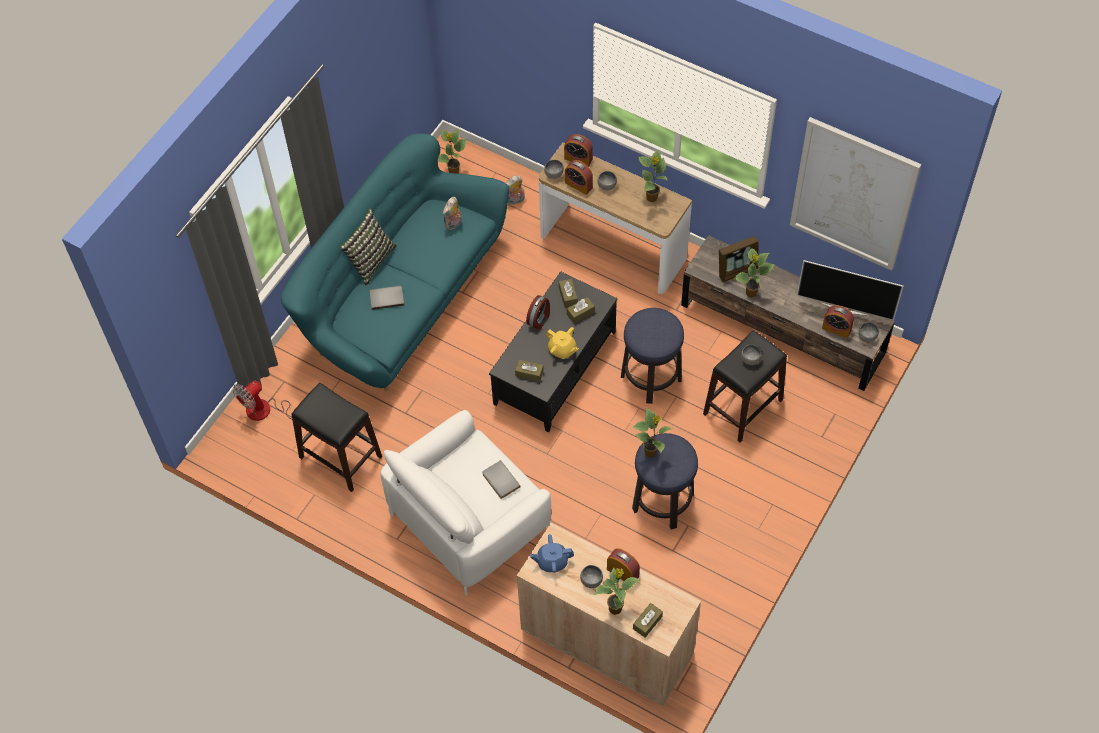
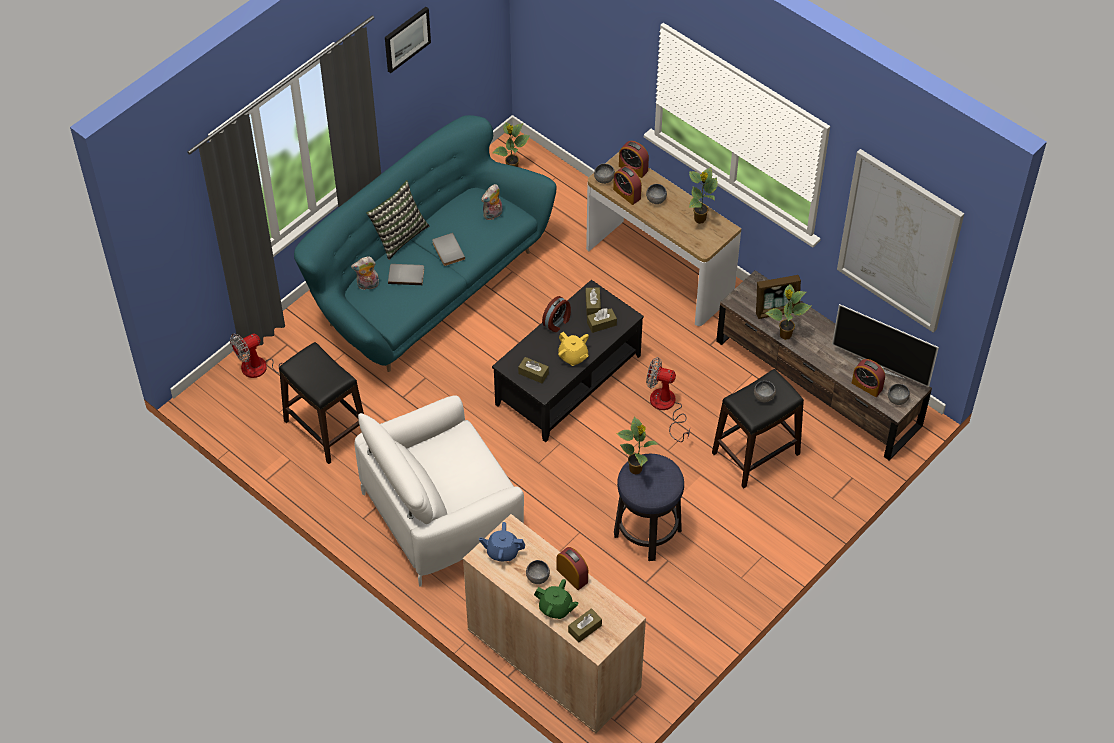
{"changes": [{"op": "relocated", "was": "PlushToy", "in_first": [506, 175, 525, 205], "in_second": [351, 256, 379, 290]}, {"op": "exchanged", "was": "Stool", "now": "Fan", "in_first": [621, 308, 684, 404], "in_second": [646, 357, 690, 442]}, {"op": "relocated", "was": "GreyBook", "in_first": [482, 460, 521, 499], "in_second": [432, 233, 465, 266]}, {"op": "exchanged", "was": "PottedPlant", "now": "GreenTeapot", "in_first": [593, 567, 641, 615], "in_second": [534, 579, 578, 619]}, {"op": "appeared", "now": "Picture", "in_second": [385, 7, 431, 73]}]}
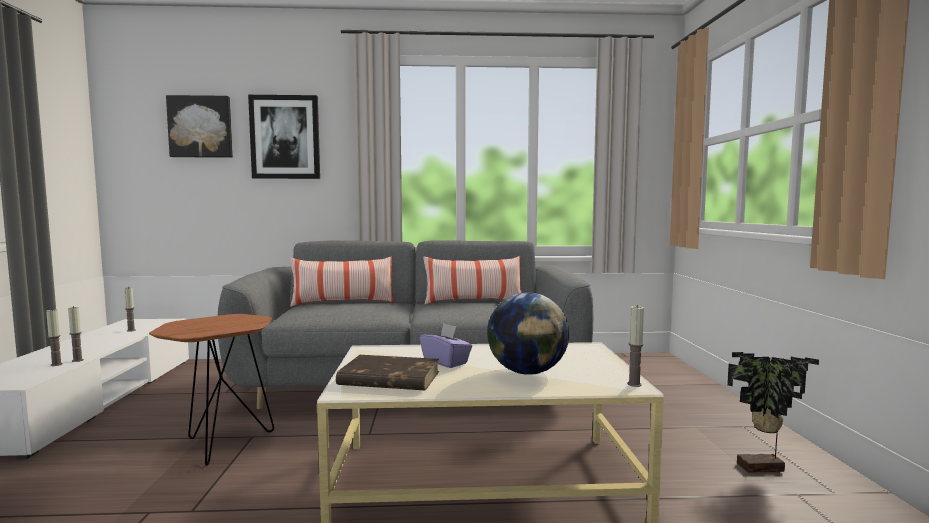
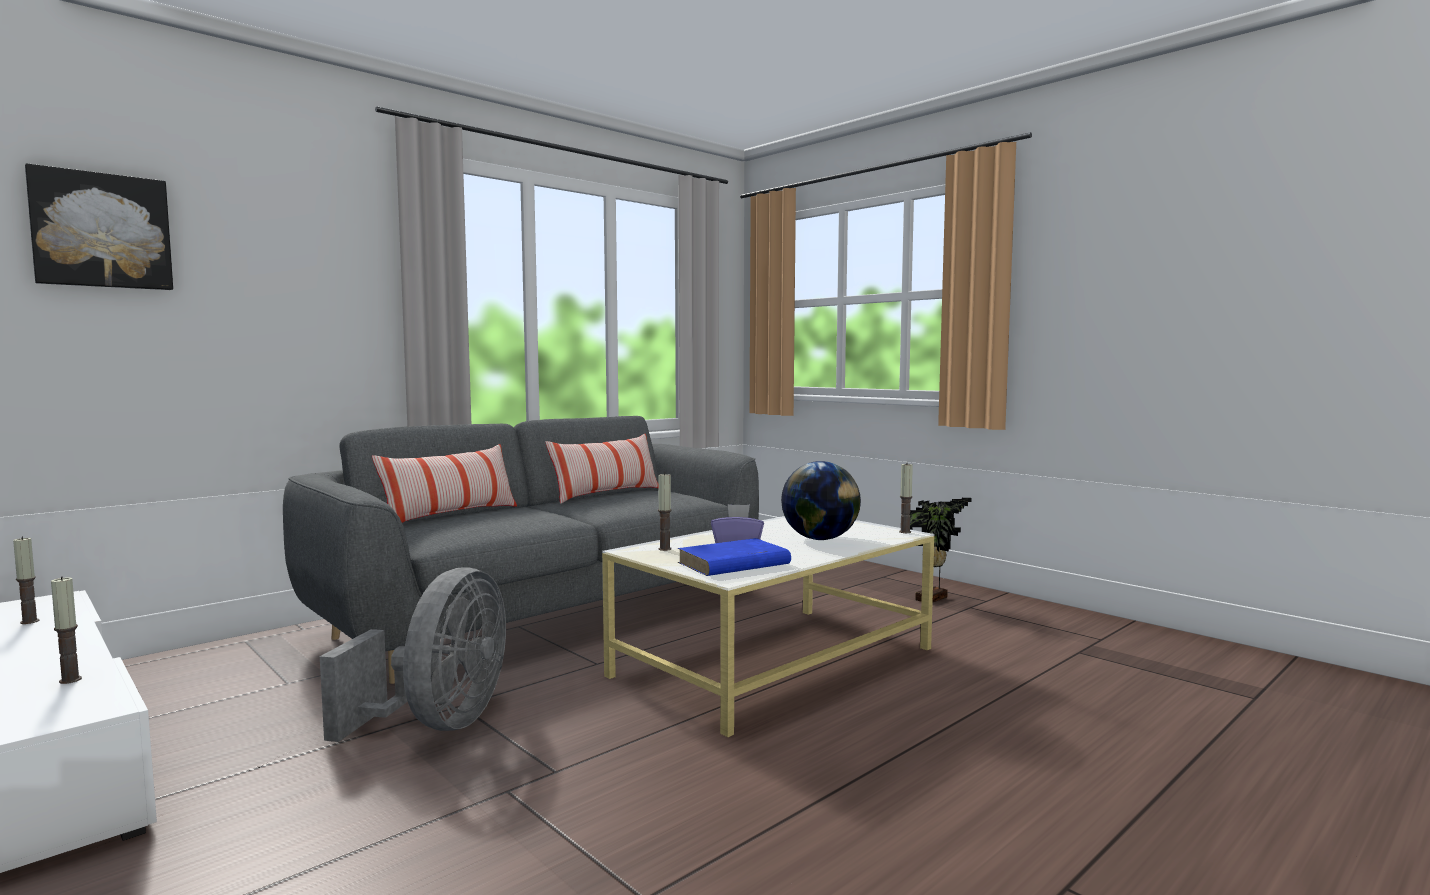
{"changes": [{"op": "missing", "was": "Picture", "in_first": [248, 95, 320, 179]}, {"op": "relocated", "was": "Candle", "in_first": [68, 306, 84, 362], "in_second": [658, 473, 672, 551]}, {"op": "exchanged", "was": "BrownSideTable", "now": "GreyFan", "in_first": [149, 314, 274, 466], "in_second": [320, 567, 506, 742]}, {"op": "colour", "was": "BrownBook", "now": "BlueBook", "in_first": [336, 355, 439, 390], "in_second": [678, 538, 791, 576]}]}
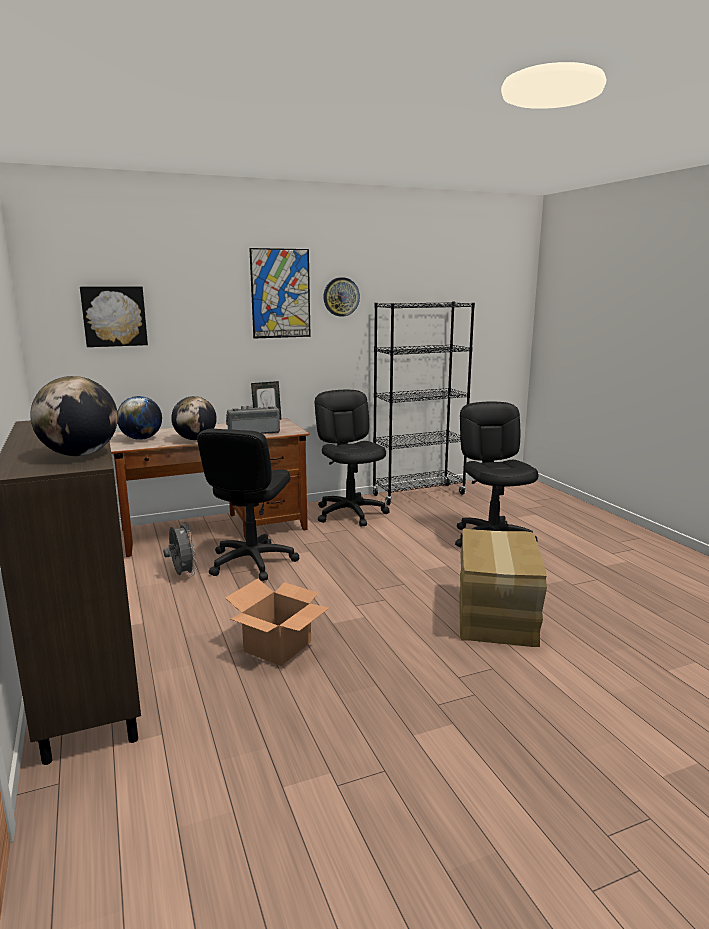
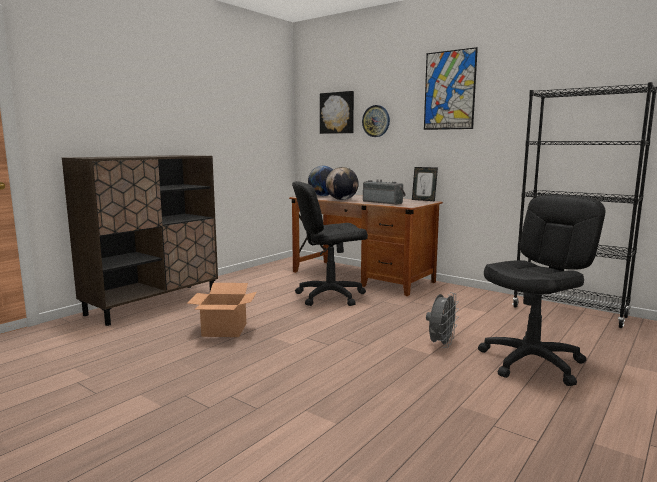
{"changes": [{"op": "relocated", "was": "WallClock", "in_first": [323, 277, 360, 317], "in_second": [362, 105, 390, 137]}, {"op": "missing", "was": "Globe", "in_first": [30, 376, 118, 456]}, {"op": "missing", "was": "BlackOfficeChair", "in_first": [315, 390, 390, 527]}, {"op": "relocated", "was": "GreyFan", "in_first": [163, 522, 197, 576], "in_second": [426, 292, 459, 348]}, {"op": "missing", "was": "CardboardBox", "in_first": [459, 529, 547, 647]}]}
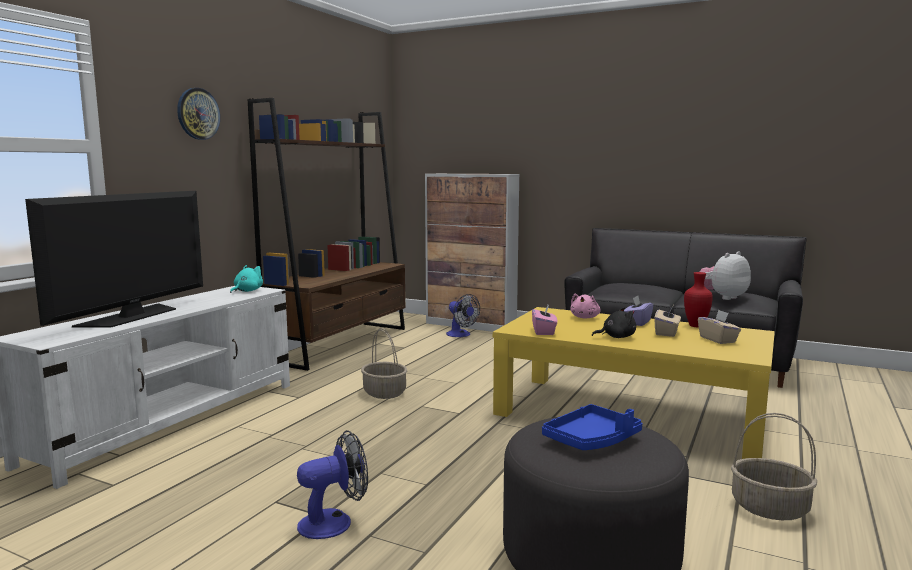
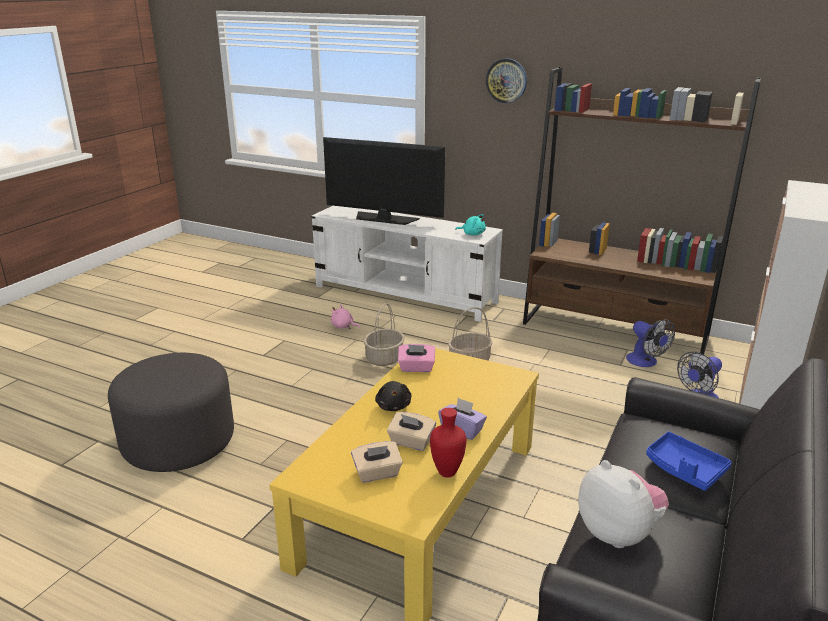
{"changes": [{"op": "relocated", "was": "PinkPlushToy", "in_first": [570, 293, 601, 318], "in_second": [331, 304, 360, 329]}, {"op": "relocated", "was": "BlueTray", "in_first": [542, 404, 643, 450], "in_second": [646, 431, 731, 491]}, {"op": "relocated", "was": "Basket", "in_first": [731, 413, 817, 520], "in_second": [364, 303, 405, 366]}, {"op": "relocated", "was": "Fan", "in_first": [297, 430, 368, 539], "in_second": [626, 319, 675, 367]}]}
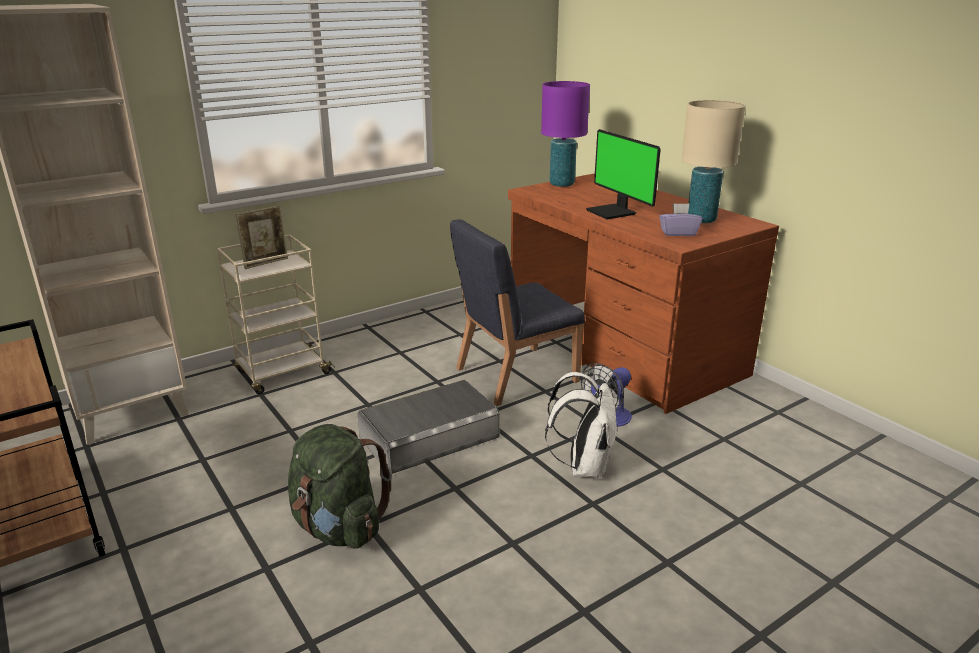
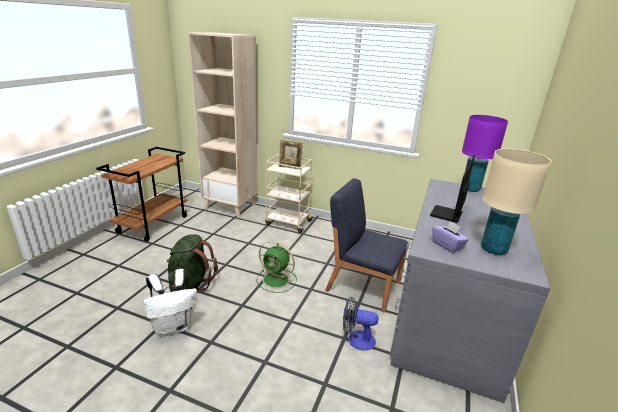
{"changes": [{"op": "colour", "was": "BrownDesk", "now": "GreyDesk", "in_first": [508, 173, 779, 414], "in_second": [390, 179, 550, 403]}, {"op": "relocated", "was": "WhiteBackpack", "in_first": [545, 372, 618, 479], "in_second": [143, 269, 197, 336]}, {"op": "exchanged", "was": "GreyStorageBox", "now": "GreenFan", "in_first": [358, 380, 500, 474], "in_second": [256, 241, 297, 293]}]}
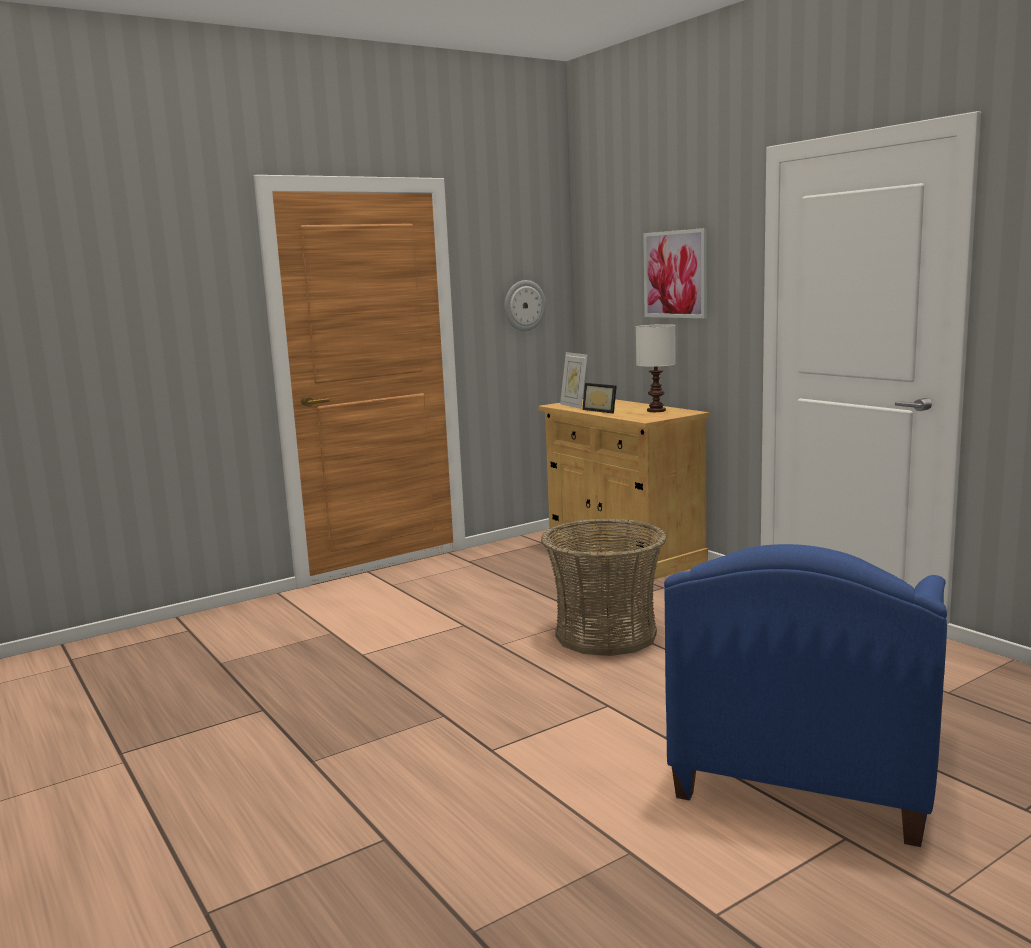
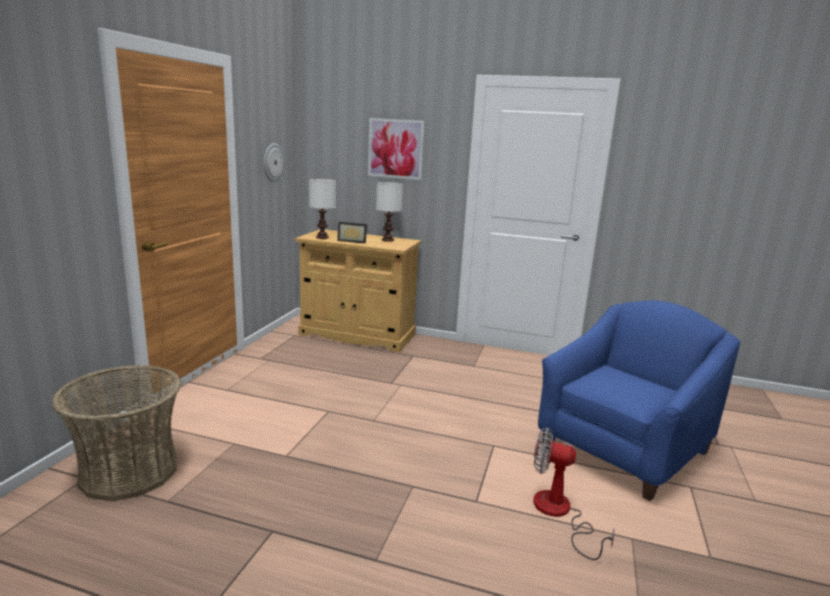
{"changes": [{"op": "exchanged", "was": "PictureFrame", "now": "WhiteTableLamp", "in_first": [560, 352, 588, 409], "in_second": [309, 179, 336, 239]}, {"op": "relocated", "was": "Basket", "in_first": [541, 518, 667, 656], "in_second": [52, 365, 181, 501]}, {"op": "spun", "was": "BlueArmchair", "in_first": [664, 544, 947, 847], "in_second": [538, 300, 741, 501], "clockwise": -120}, {"op": "appeared", "now": "Fan", "in_second": [533, 427, 614, 560]}]}
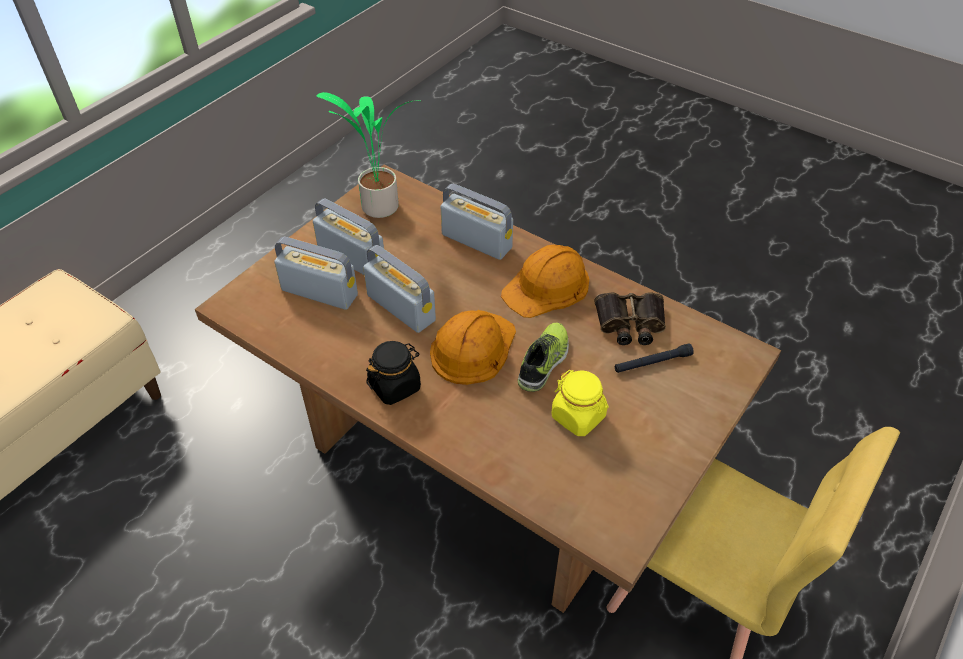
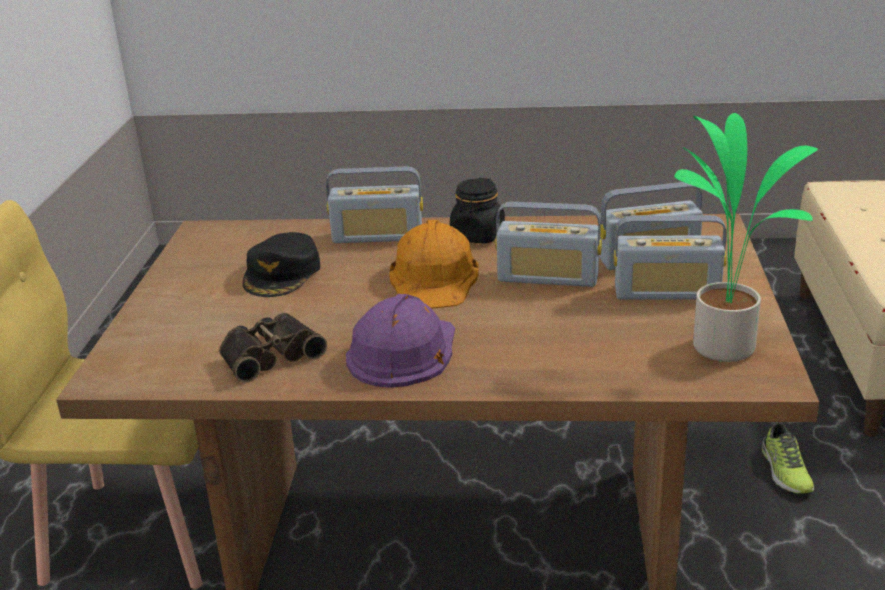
{"changes": [{"op": "relocated", "was": "Radio", "in_first": [441, 184, 513, 260], "in_second": [326, 166, 423, 243]}, {"op": "colour", "was": "OrangeHardHat", "now": "PurpleHardHat", "in_first": [501, 245, 589, 318], "in_second": [346, 294, 455, 388]}, {"op": "relocated", "was": "Shoe", "in_first": [518, 323, 569, 392], "in_second": [762, 422, 814, 494]}, {"op": "missing", "was": "BlackFlashlight", "in_first": [615, 343, 694, 373]}, {"op": "exchanged", "was": "YellowJar", "now": "BlackCap", "in_first": [552, 370, 609, 436], "in_second": [243, 232, 320, 297]}]}
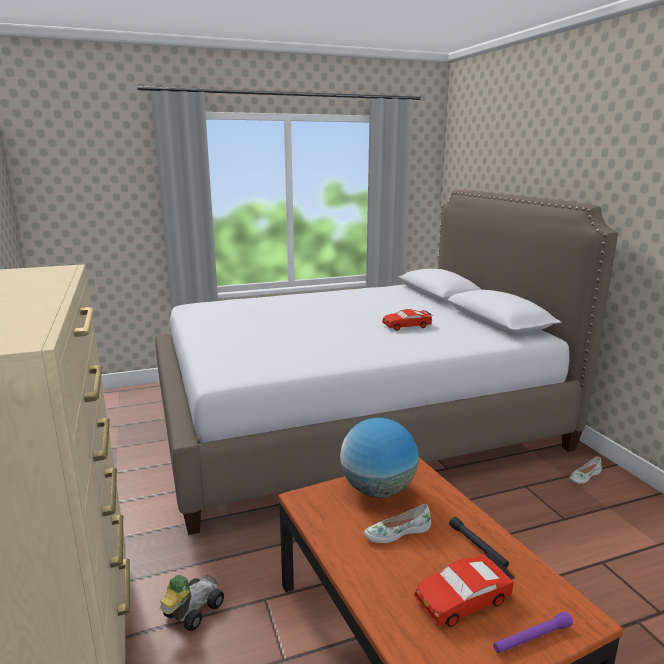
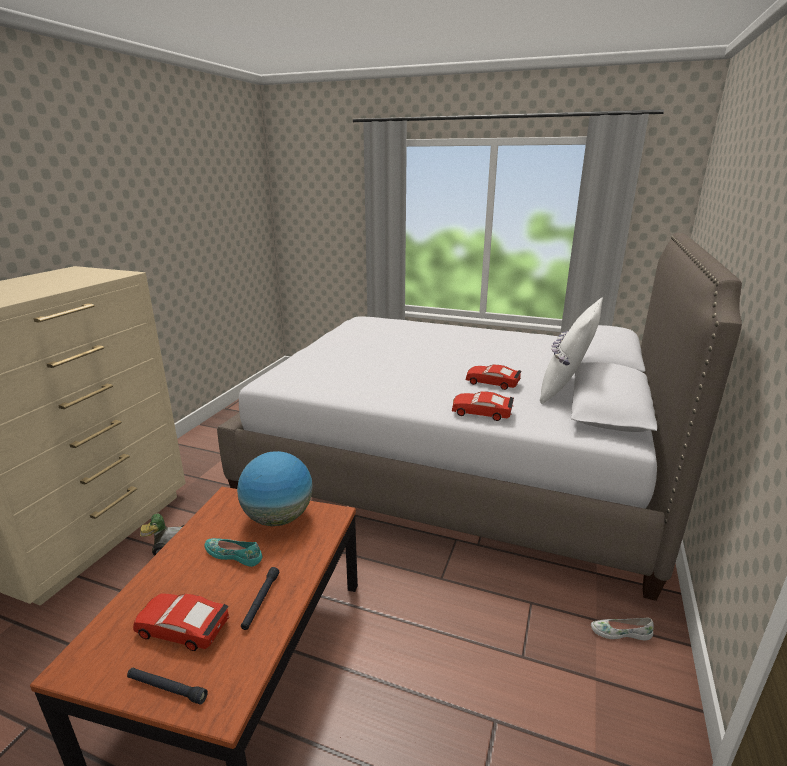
{"changes": [{"op": "colour", "was": "WhiteShoe", "now": "TurquoiseShoe", "in_first": [364, 504, 431, 543], "in_second": [205, 538, 262, 567]}, {"op": "colour", "was": "PurpleFlashlight", "now": "BlackFlashlight", "in_first": [493, 612, 573, 653], "in_second": [127, 668, 208, 704]}, {"op": "appeared", "now": "WhitePillow", "in_second": [540, 297, 603, 404]}, {"op": "appeared", "now": "RedToyCar", "in_second": [452, 391, 514, 421]}]}
